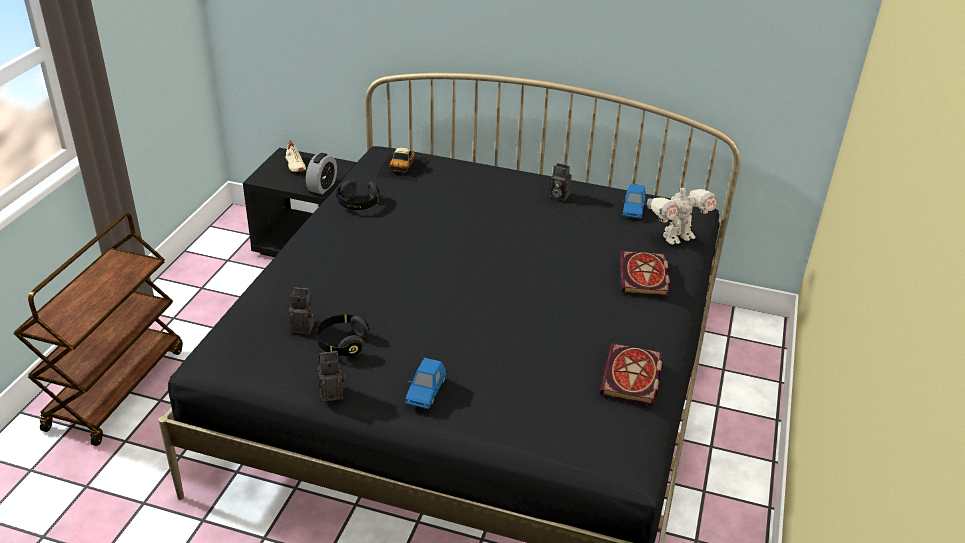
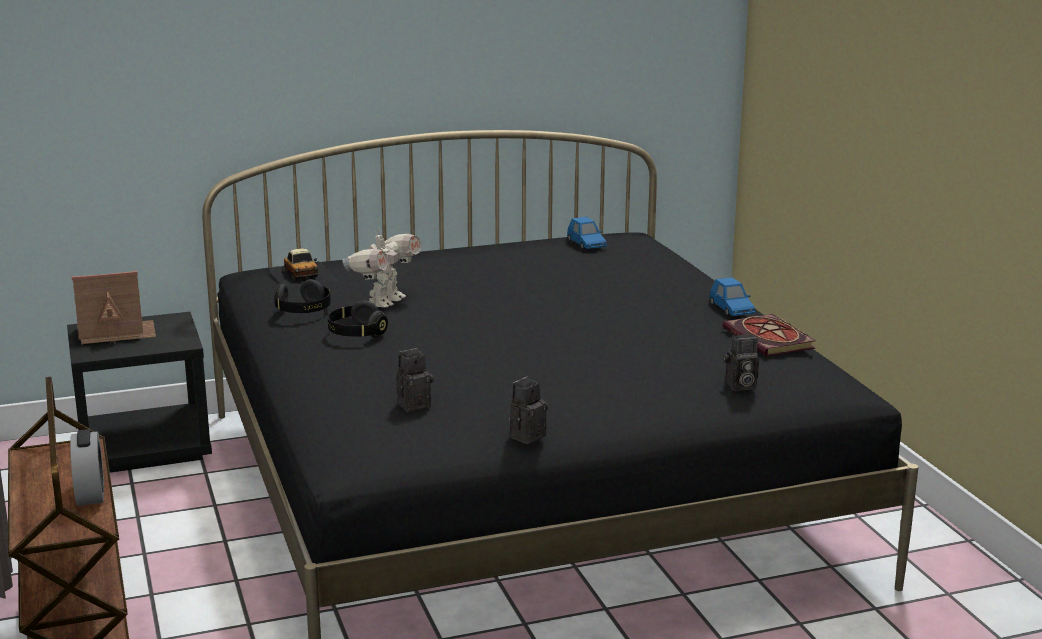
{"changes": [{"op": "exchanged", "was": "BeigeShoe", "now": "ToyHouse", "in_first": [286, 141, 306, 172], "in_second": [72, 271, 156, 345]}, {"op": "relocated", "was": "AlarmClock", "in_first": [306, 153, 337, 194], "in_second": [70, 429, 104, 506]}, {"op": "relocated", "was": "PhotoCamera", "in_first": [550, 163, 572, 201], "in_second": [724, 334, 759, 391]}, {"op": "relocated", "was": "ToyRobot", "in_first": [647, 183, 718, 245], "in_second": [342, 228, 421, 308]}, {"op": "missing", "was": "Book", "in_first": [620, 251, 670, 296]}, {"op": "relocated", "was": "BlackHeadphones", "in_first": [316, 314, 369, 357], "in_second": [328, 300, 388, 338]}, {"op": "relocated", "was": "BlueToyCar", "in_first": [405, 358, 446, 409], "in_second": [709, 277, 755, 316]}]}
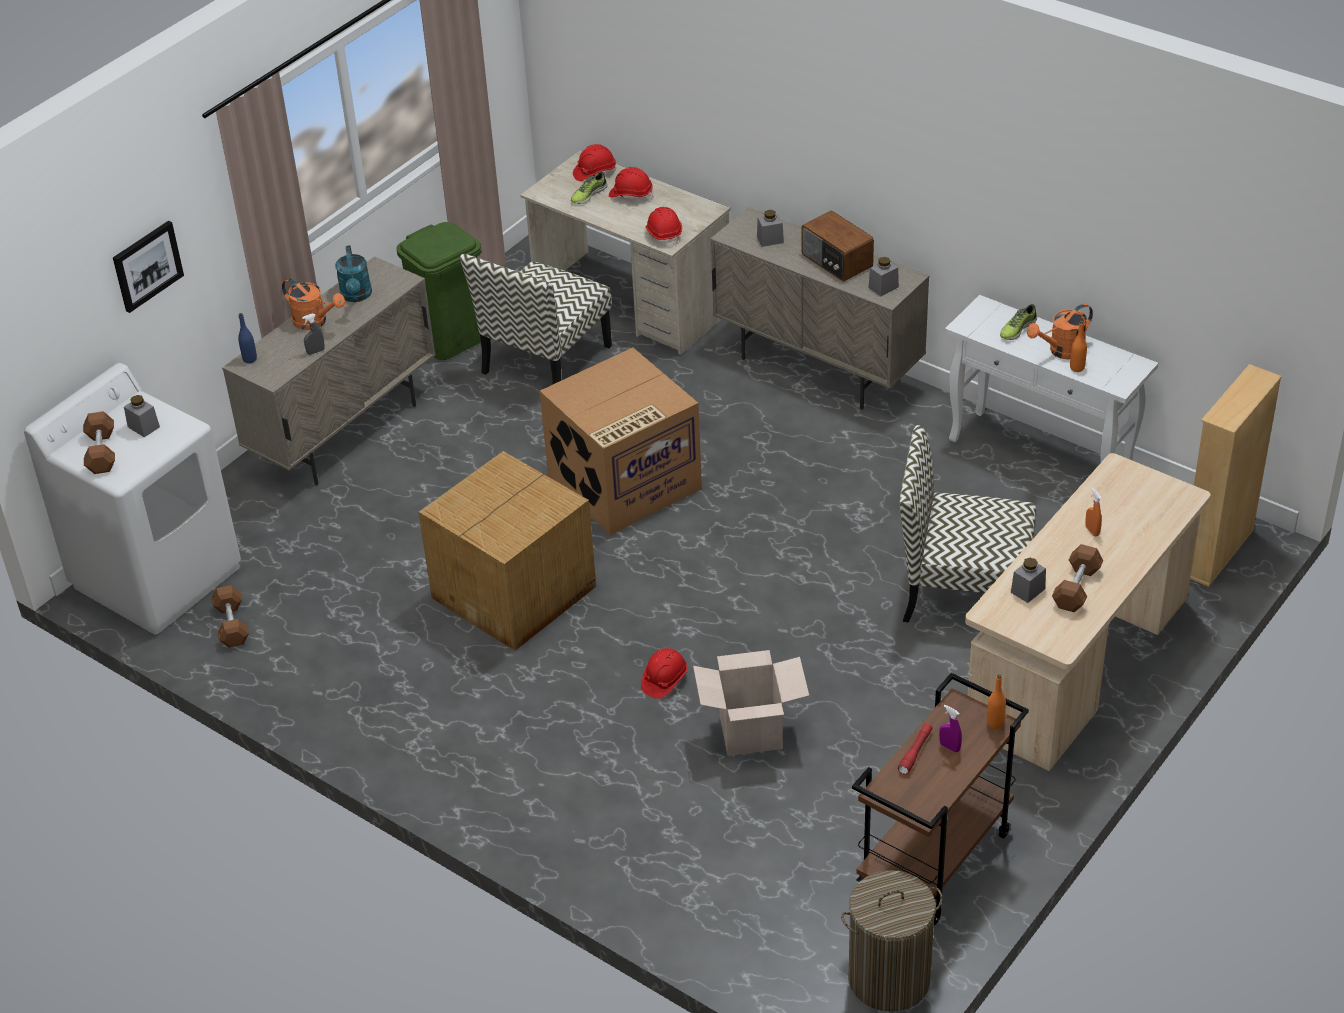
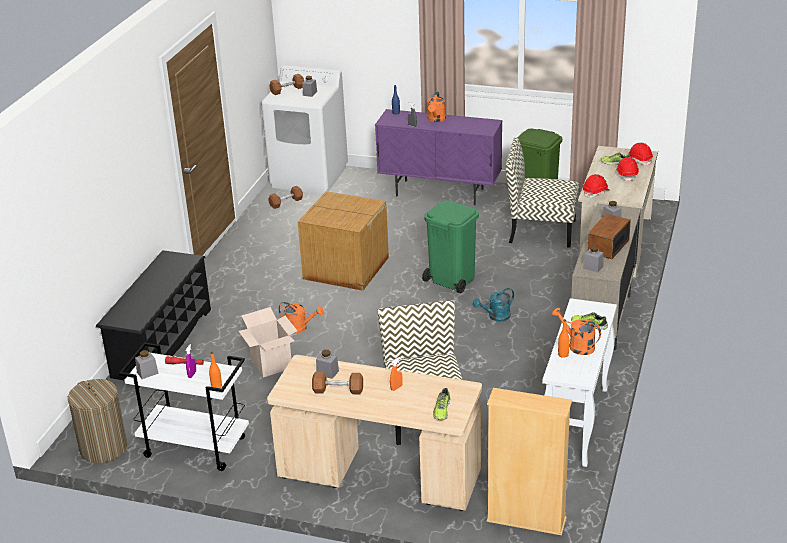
{"changes": [{"op": "missing", "was": "Picture", "in_first": [113, 221, 184, 313]}, {"op": "relocated", "was": "TurquoiseWateringCan", "in_first": [335, 245, 372, 302], "in_second": [473, 288, 514, 322]}, {"op": "colour", "was": "BeigeCabinet", "now": "PurpleCabinet", "in_first": [222, 256, 435, 485], "in_second": [375, 109, 502, 205]}, {"op": "exchanged", "was": "CardboardBox", "now": "GreenTrashCan", "in_first": [540, 347, 702, 535], "in_second": [422, 200, 479, 293]}, {"op": "exchanged", "was": "RedHardHat", "now": "OrangeWateringCan", "in_first": [641, 648, 688, 699], "in_second": [278, 302, 324, 333]}, {"op": "colour", "was": "BrownCart", "now": "WhiteCart", "in_first": [852, 673, 1029, 925], "in_second": [119, 342, 249, 471]}, {"op": "appeared", "now": "BlackShoeRack", "in_second": [96, 250, 211, 381]}, {"op": "appeared", "now": "GreyJar", "in_second": [135, 350, 159, 379]}, {"op": "appeared", "now": "Shoe", "in_second": [433, 388, 450, 420]}]}
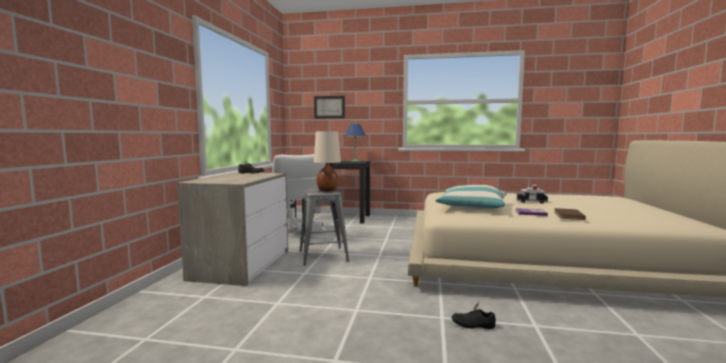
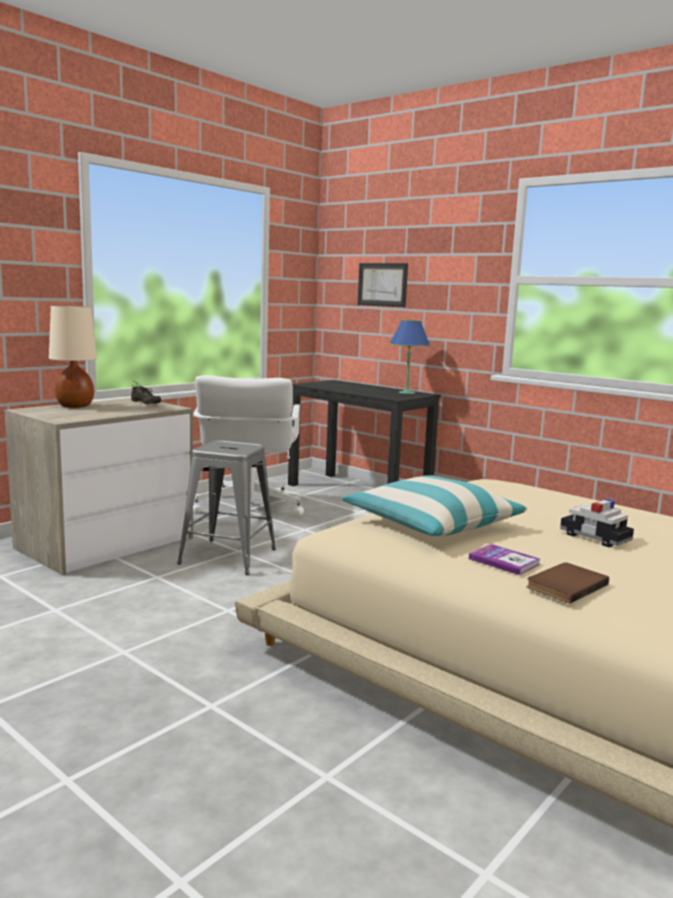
{"changes": [{"op": "relocated", "was": "BeigeTableLamp", "in_first": [314, 131, 341, 191], "in_second": [49, 306, 97, 408]}, {"op": "missing", "was": "BlackShoe", "in_first": [452, 302, 496, 329]}]}
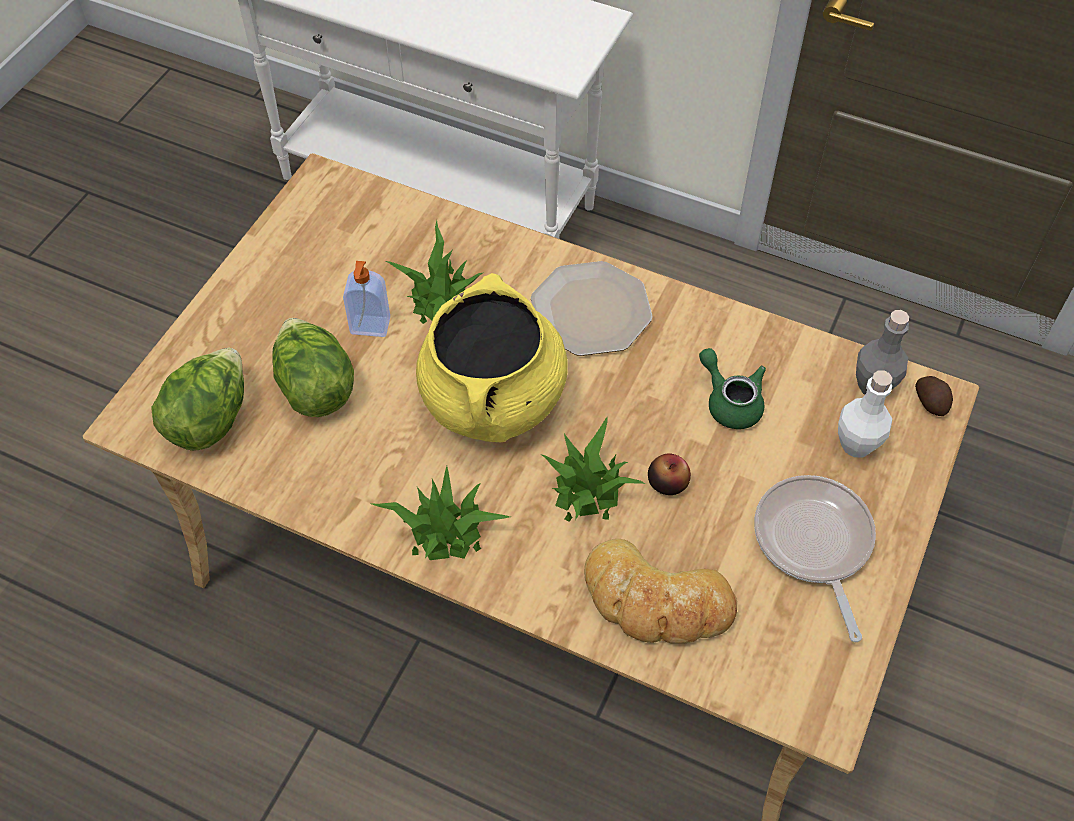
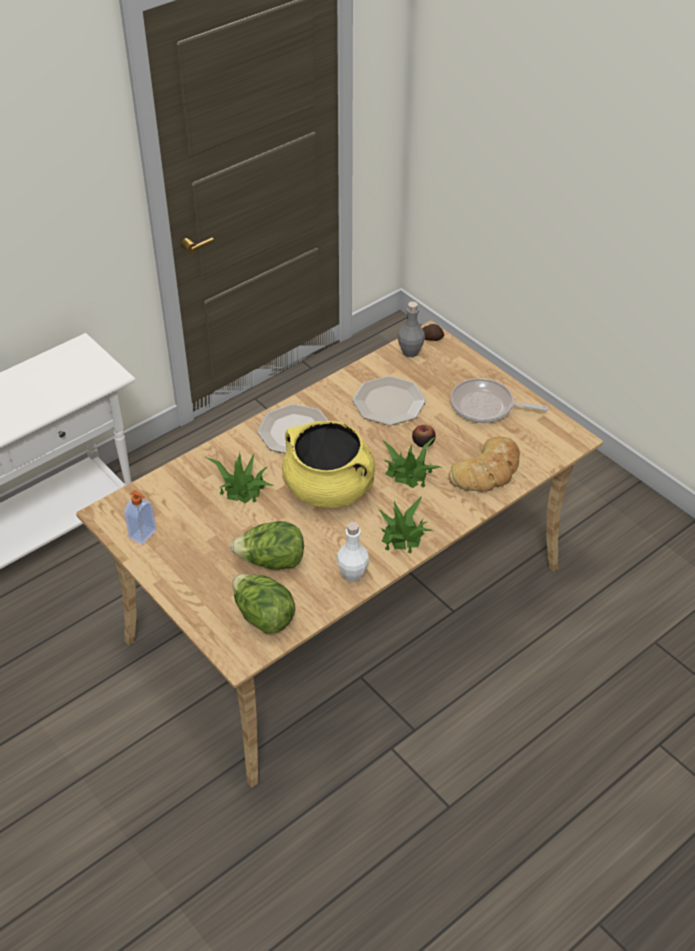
{"changes": [{"op": "relocated", "was": "SoapDispenser", "in_first": [343, 261, 390, 337], "in_second": [124, 490, 156, 545]}, {"op": "exchanged", "was": "GreenTeapot", "now": "Plate", "in_first": [699, 348, 766, 429], "in_second": [353, 376, 426, 425]}, {"op": "relocated", "was": "WhiteBottle", "in_first": [838, 370, 892, 457], "in_second": [336, 522, 369, 582]}]}
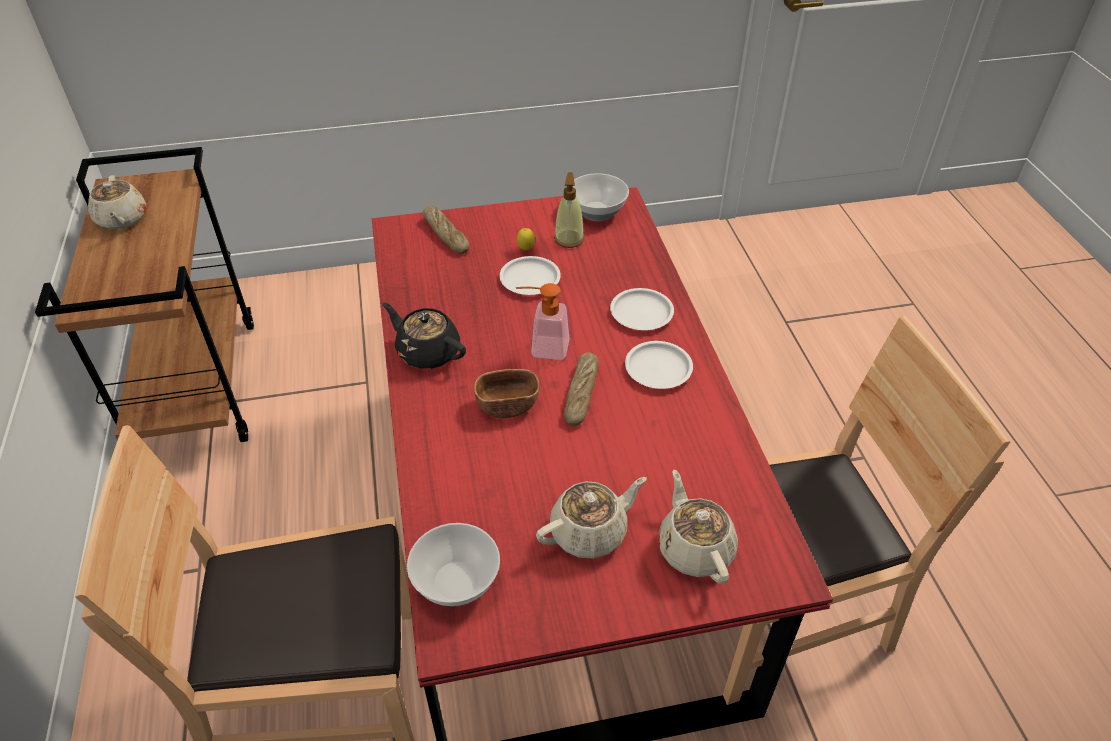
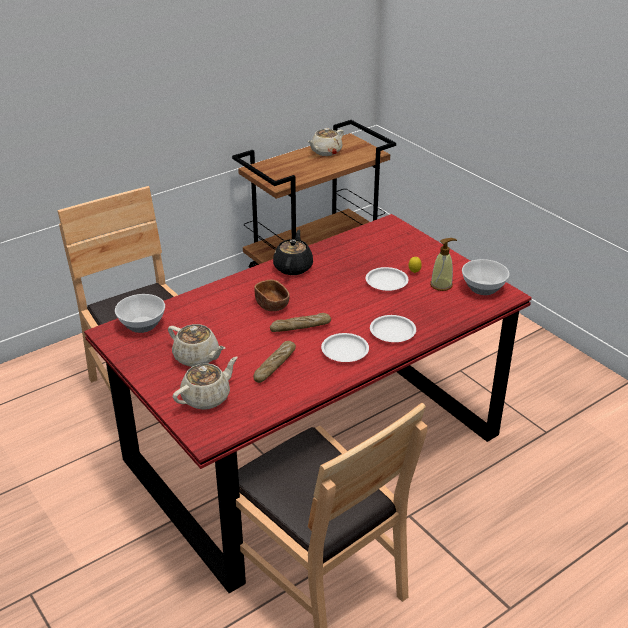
{"changes": [{"op": "relocated", "was": "Bread", "in_first": [423, 206, 469, 254], "in_second": [254, 341, 296, 383]}, {"op": "missing", "was": "SoapDispenser", "in_first": [516, 283, 569, 360]}]}
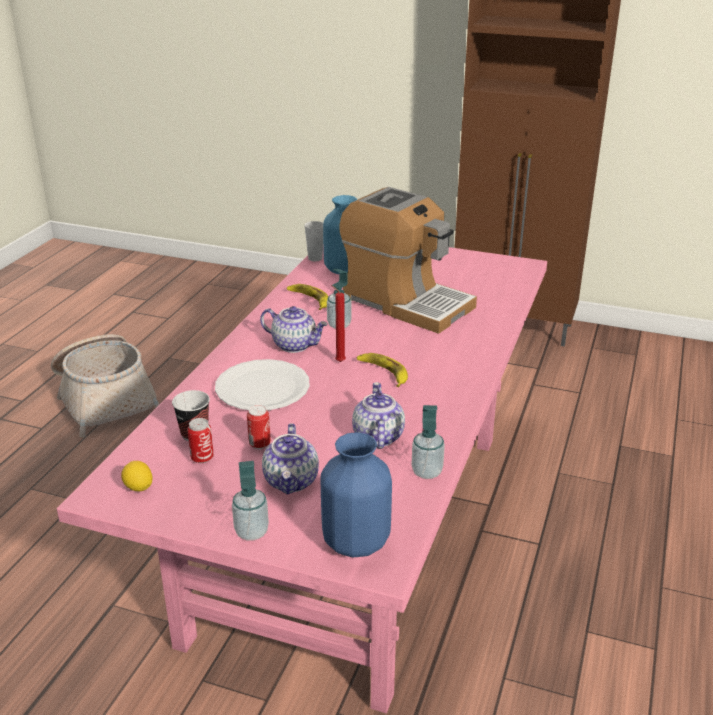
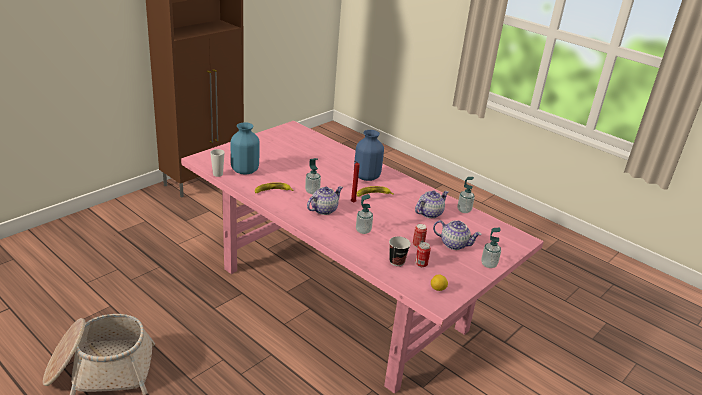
{"changes": [{"op": "missing", "was": "CoffeeMachine", "in_first": [339, 187, 477, 334]}, {"op": "exchanged", "was": "WhitePlate", "now": "SoapDispenser", "in_first": [215, 359, 310, 410], "in_second": [356, 194, 373, 234]}, {"op": "spun", "was": "Teapot", "in_first": [352, 382, 405, 449], "in_second": [415, 191, 449, 218], "clockwise": 120}, {"op": "relocated", "was": "BlueVase", "in_first": [321, 432, 392, 557], "in_second": [354, 130, 384, 181]}]}
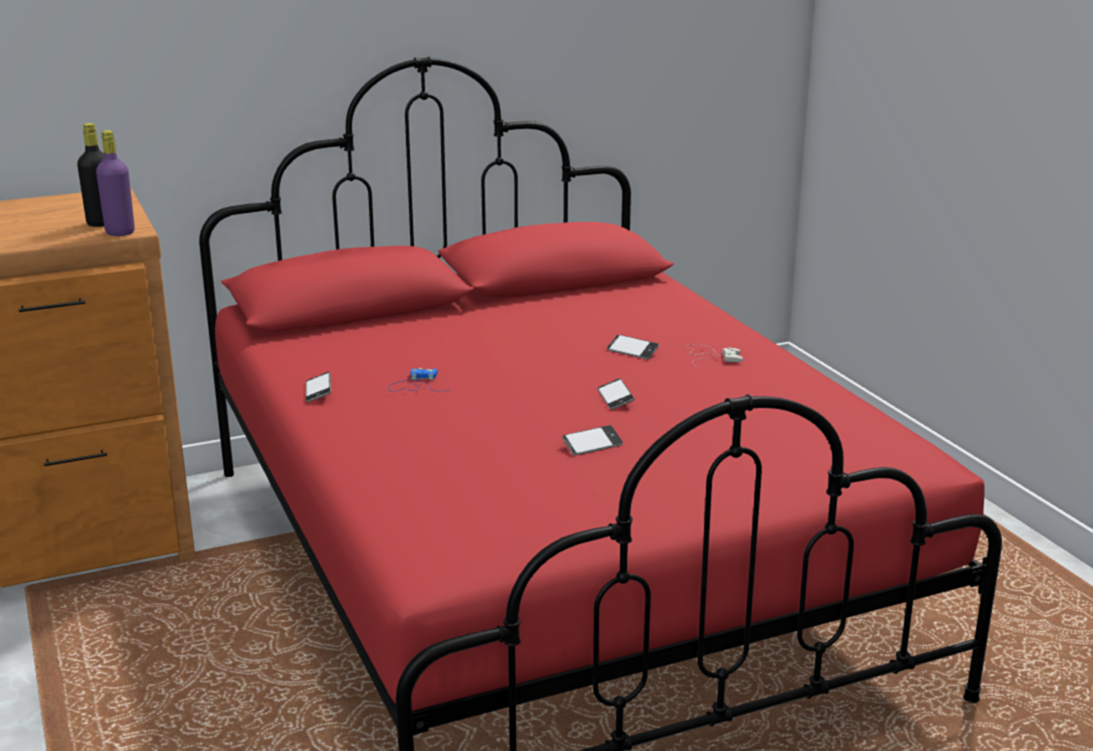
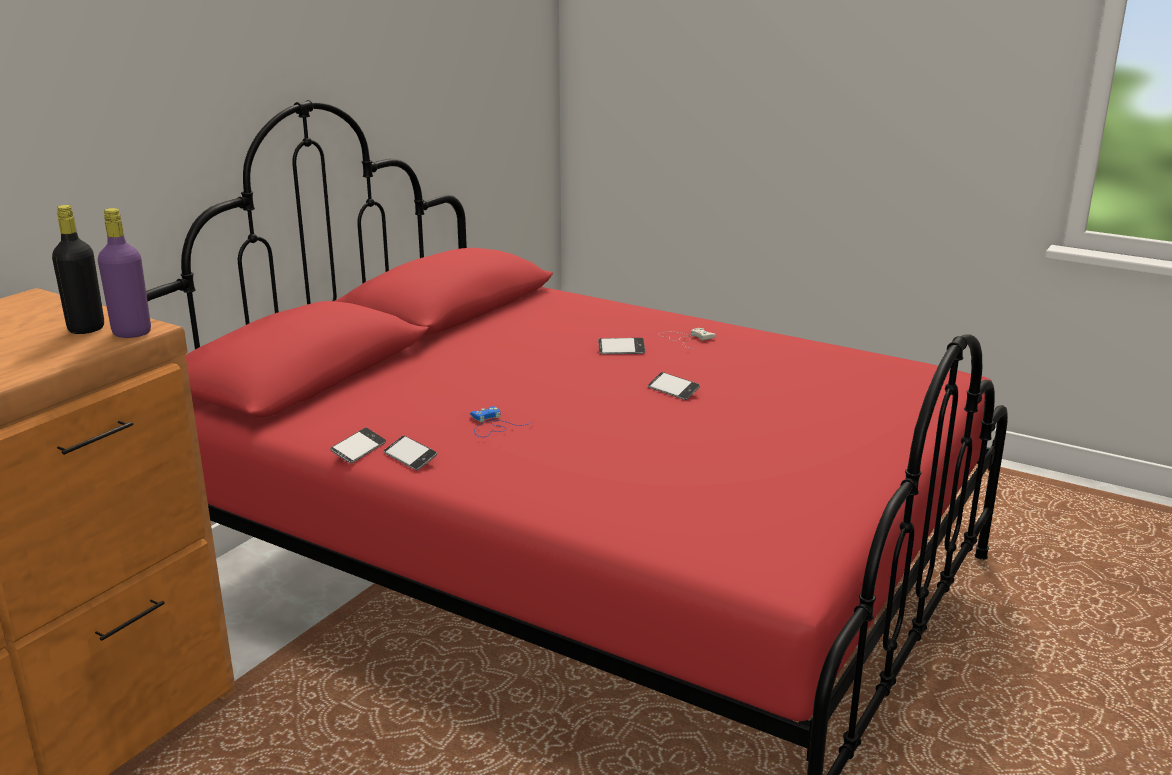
{"changes": [{"op": "relocated", "was": "Phone", "in_first": [562, 425, 623, 455], "in_second": [330, 428, 386, 463]}]}
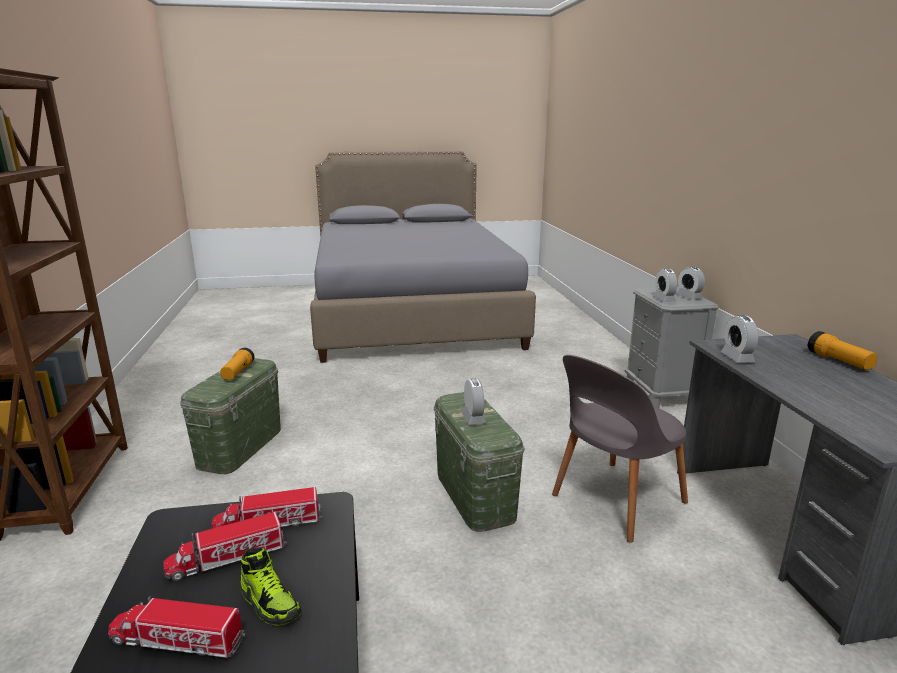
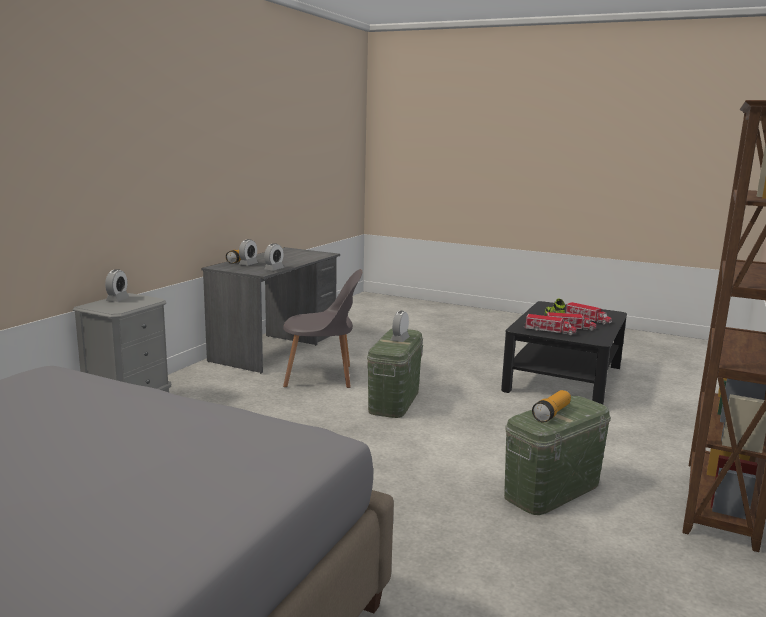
{"changes": [{"op": "relocated", "was": "AlarmClock", "in_first": [653, 269, 677, 302], "in_second": [239, 239, 258, 266]}]}
